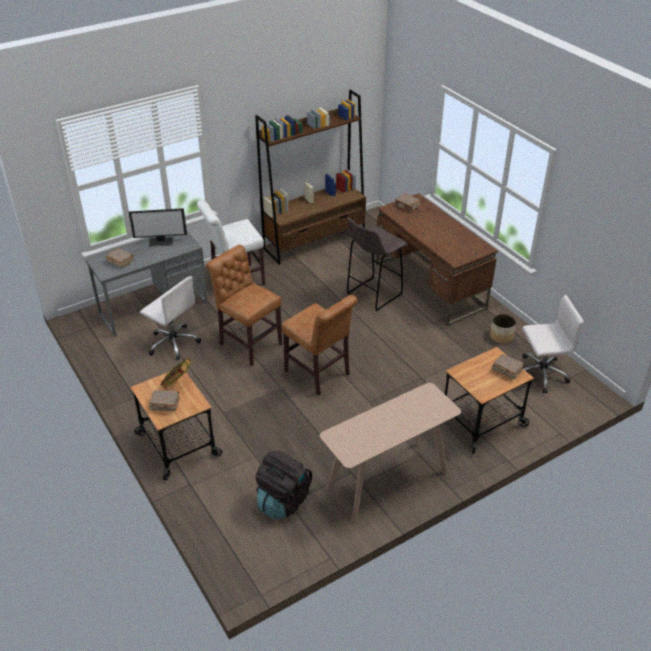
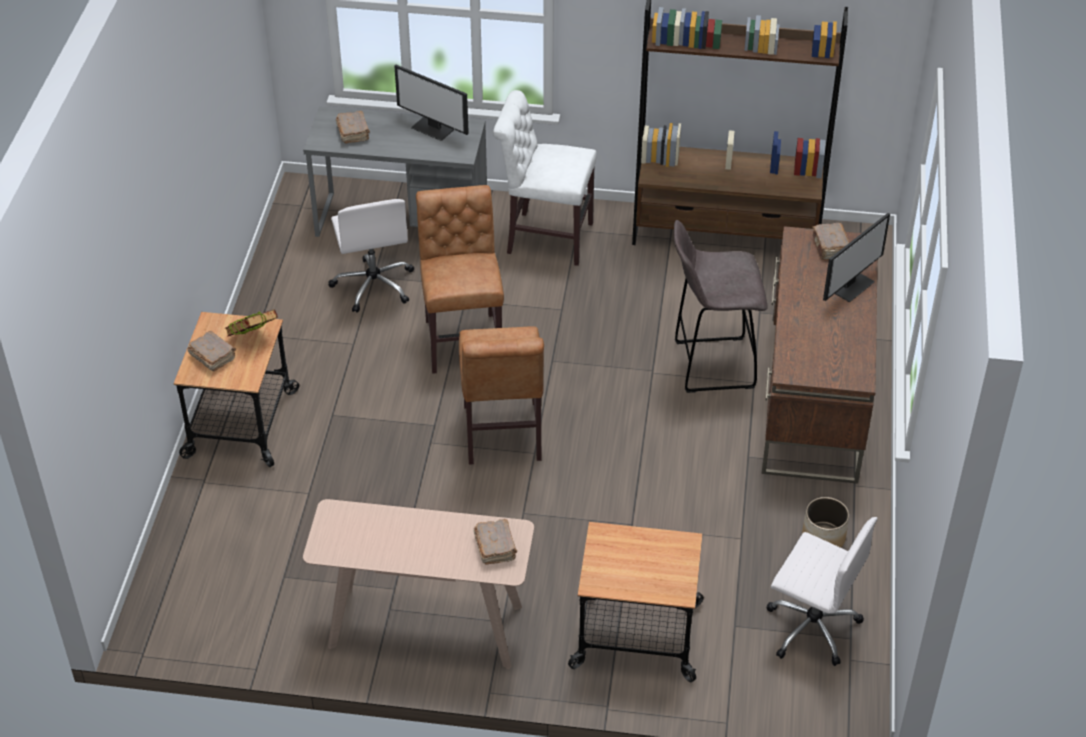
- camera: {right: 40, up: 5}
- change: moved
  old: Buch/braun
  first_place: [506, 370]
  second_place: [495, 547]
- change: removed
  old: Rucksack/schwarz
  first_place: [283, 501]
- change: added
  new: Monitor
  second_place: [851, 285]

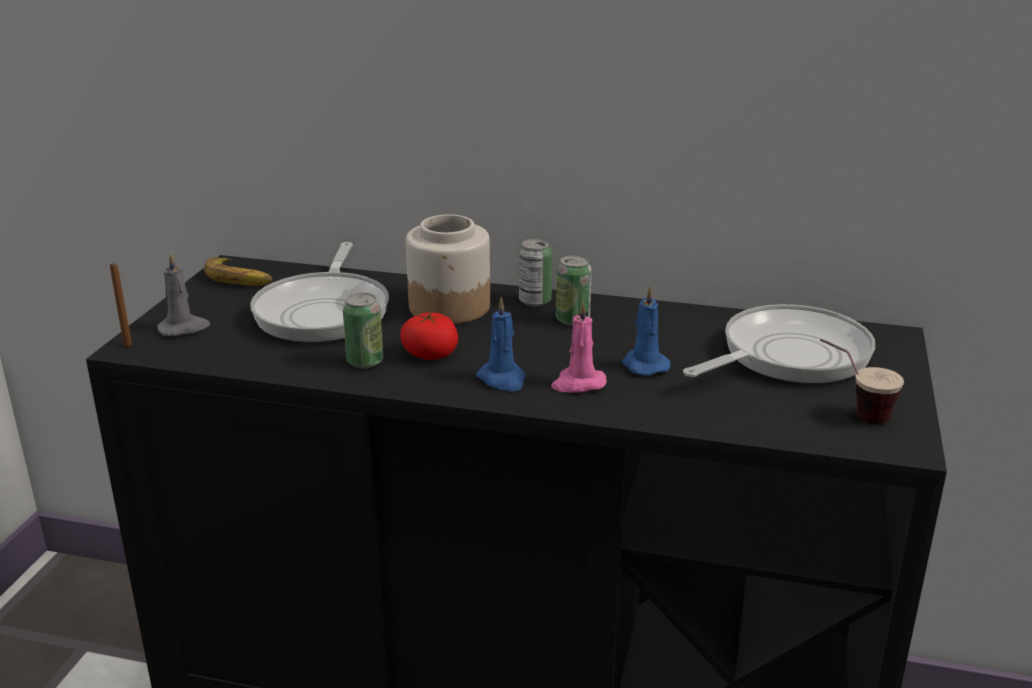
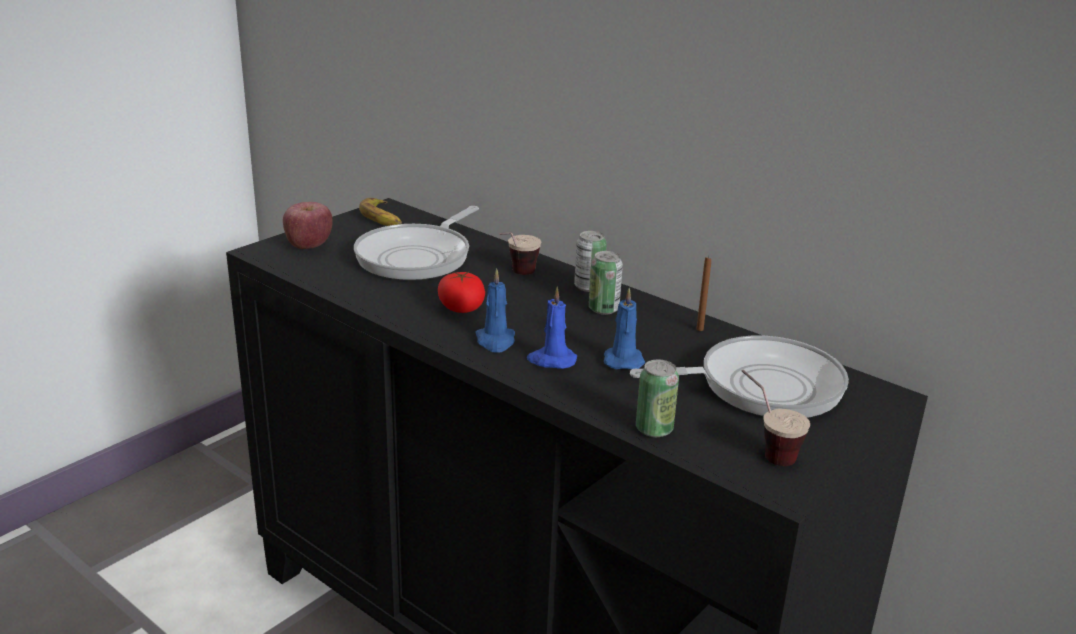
- camera: {right: 25, up: 0}
- change: replaced
  old: Vorratsglas
  new: Tasse
  first_place: [450, 307]
  second_place: [516, 275]
- change: replaced
  old: Kerze/grau
  new: Apfel
  first_place: [184, 328]
  second_place: [309, 246]
- change: moved
  old: Kerze/braun
  first_place: [127, 344]
  second_place: [699, 329]
- change: moved
  old: Dose
  first_place: [365, 362]
  second_place: [654, 429]
- change: recoloured
  old: Kerze/rosa
  new: Kerze/blau
  first_place: [578, 384]
  second_place: [551, 360]

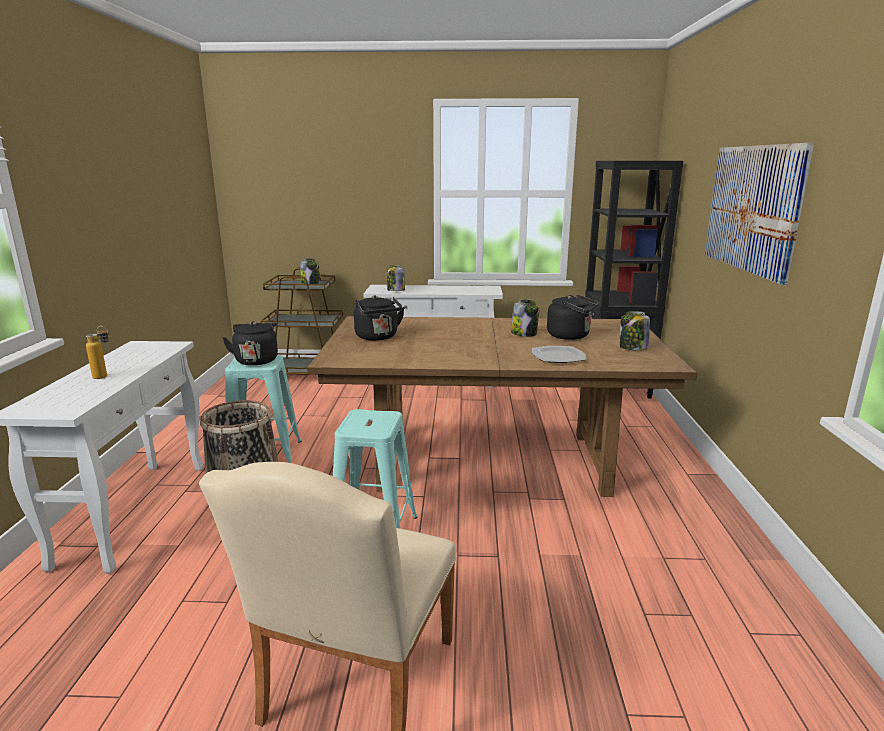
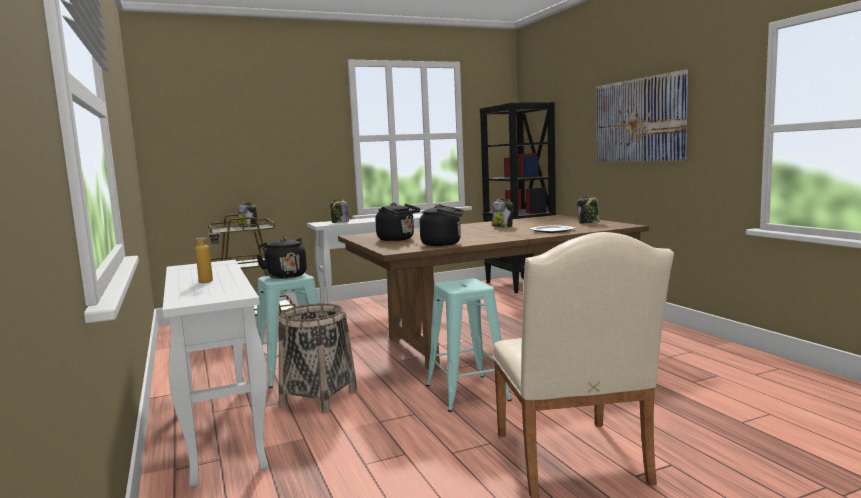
- camera: {right: -25, up: -10}
- change: moved
  old: Wasserkessel/schwarz
  first_place: [571, 336]
  second_place: [444, 244]

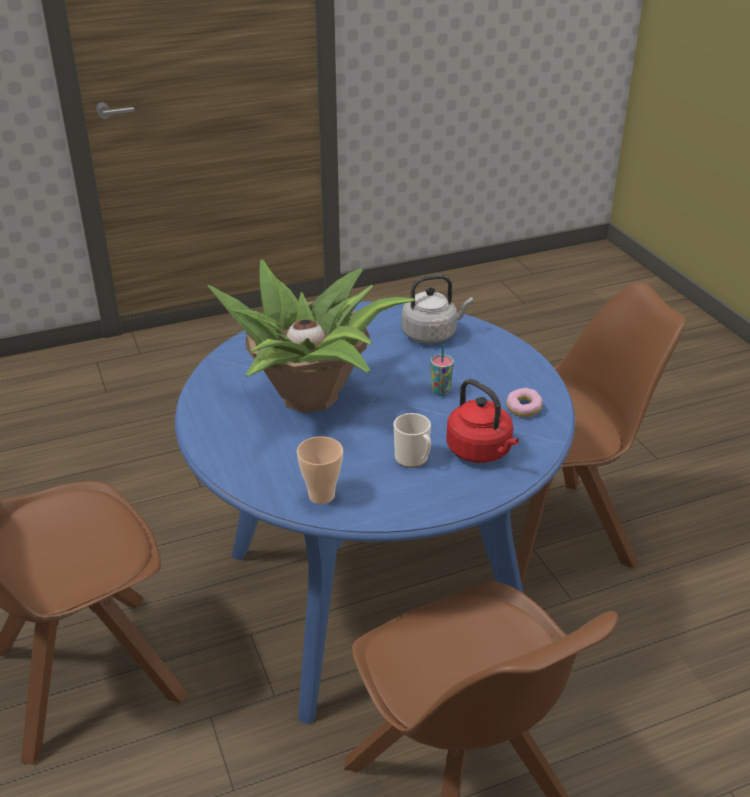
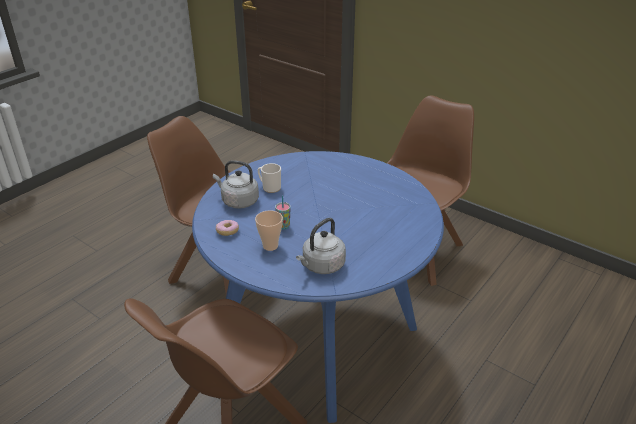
- camera: {right: 150, up: 0}
- change: removed
  old: Topfpflanze
  first_place: [311, 398]
- change: recoloured
  old: Wasserkessel/rot
  new: Wasserkessel/grau
  first_place: [481, 452]
  second_place: [238, 201]
- change: moved
  old: Tasse
  first_place: [321, 495]
  second_place: [270, 246]

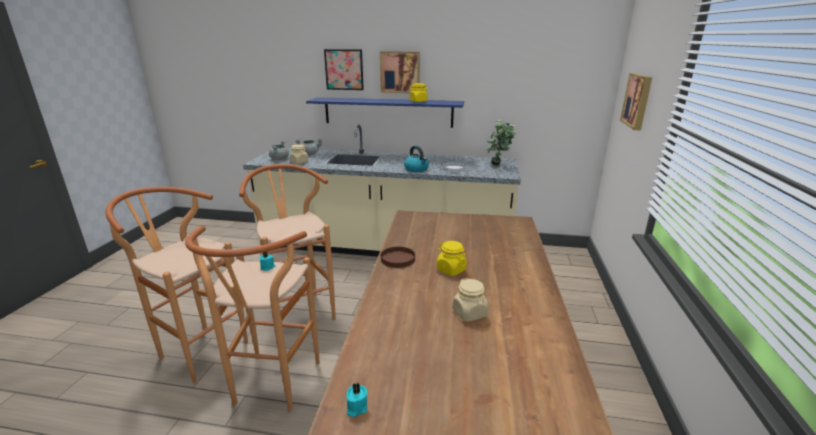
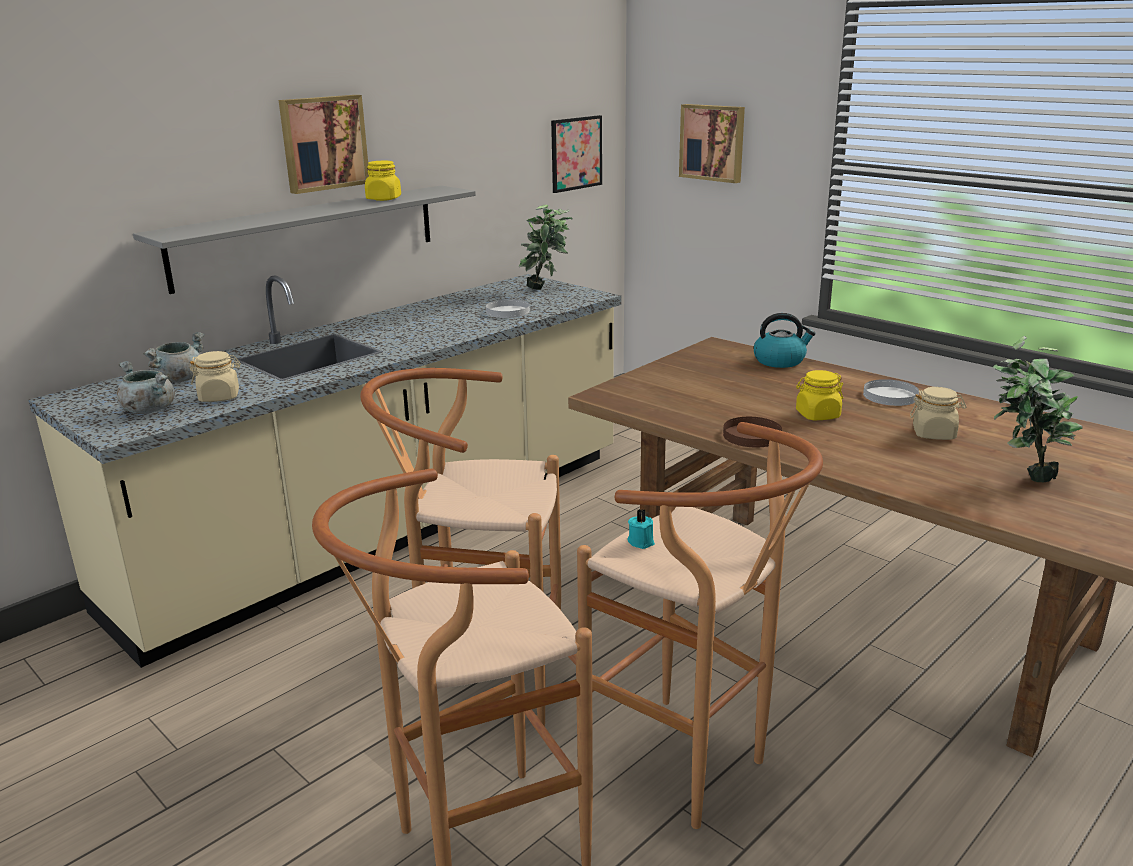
- camera: {right: -55, up: 0}
- change: moved
  old: Bild
  first_place: [344, 69]
  second_place: [576, 153]
- change: recoloured
  old: Wandregal/blau
  new: Wandregal/grau
  first_place: [388, 112]
  second_place: [308, 236]
- change: moved
  old: Wasserkessel
  first_place: [416, 169]
  second_place: [780, 361]
- change: removed
  old: Kerze/türkis
  first_place: [356, 408]
- change: added
  new: Topfpflanze
  second_place: [1022, 476]
- change: added
  new: Teller/weiß
  second_place: [890, 396]

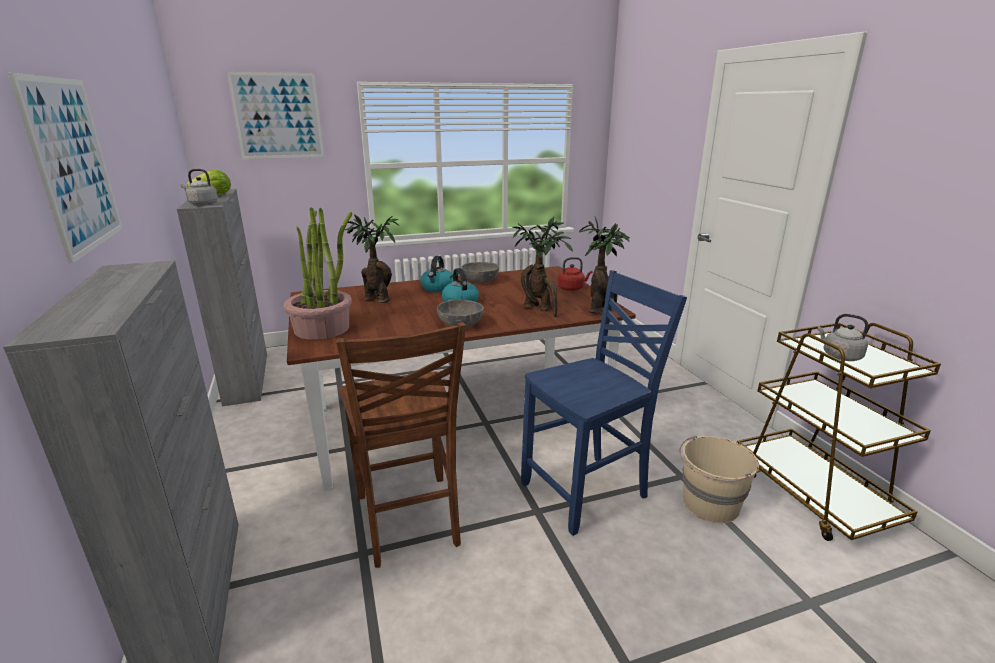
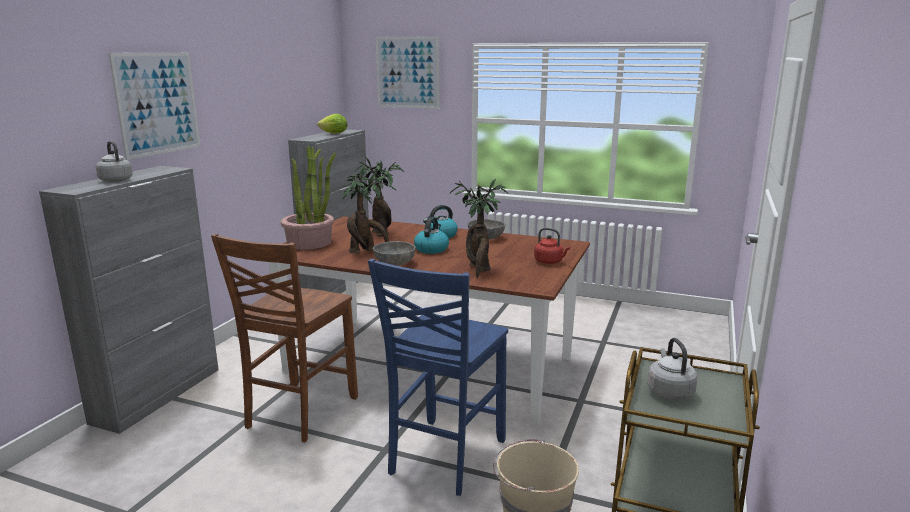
- camera: {right: 40, up: -5}
- change: moved
  old: Wasserkessel/grau
  first_place: [202, 204]
  second_place: [115, 180]
- change: moved
  old: Topfpflanze
  first_place: [600, 309]
  second_place: [366, 251]
- change: turned
  old: Stuhl/blau
  first_place: [587, 491]
  second_place: [444, 457]
  degrees: 105

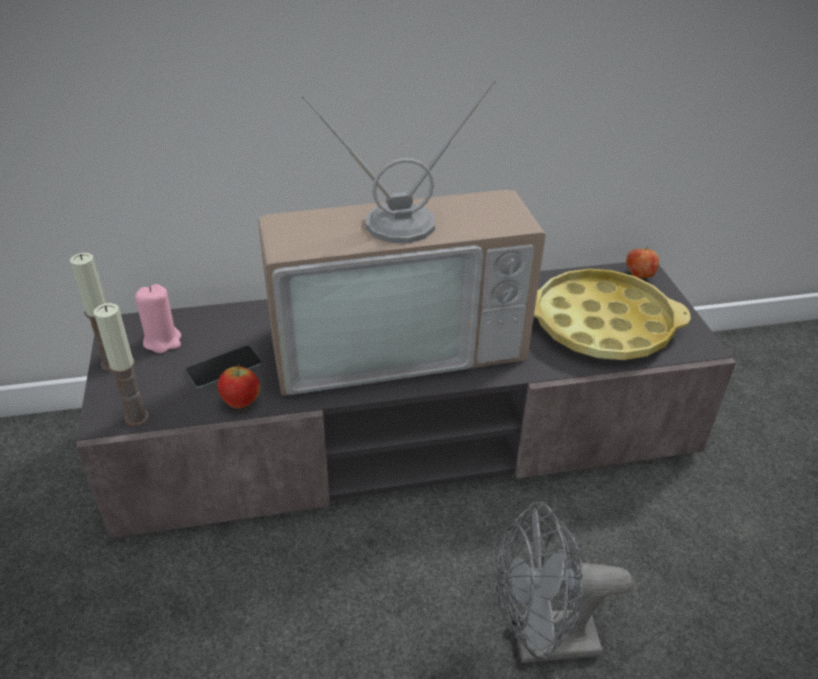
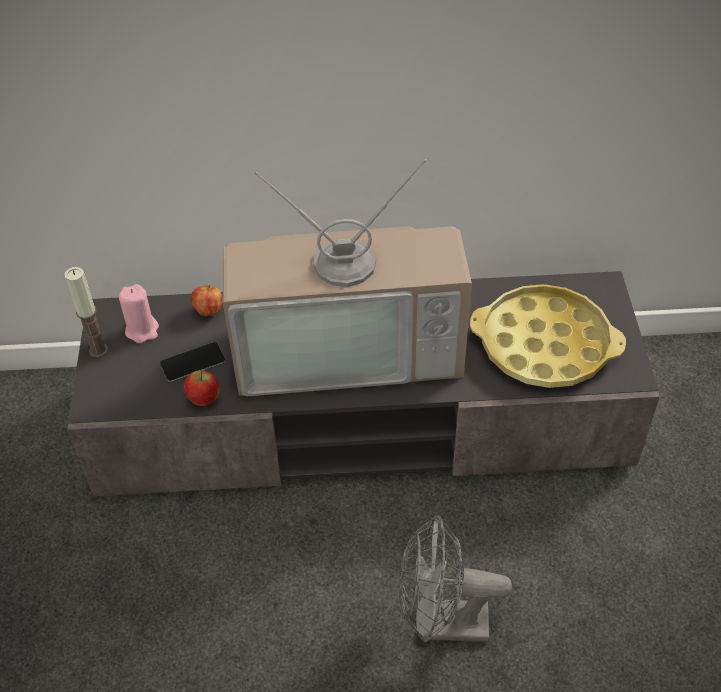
- camera: {right: 10, up: 10}
- change: moved
  old: Apfel
  first_place: [639, 275]
  second_place: [208, 310]
- change: removed
  old: Kerze
  first_place: [137, 417]

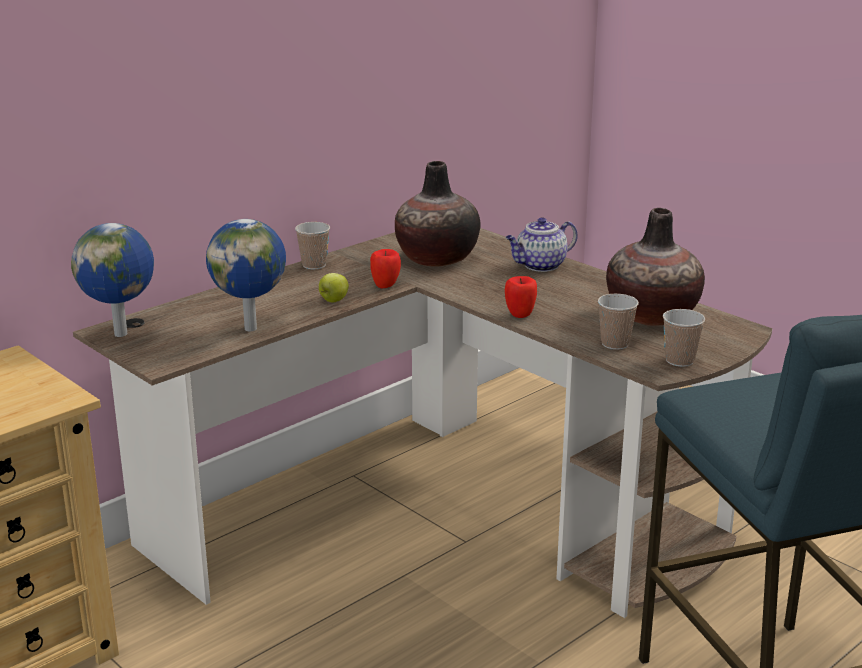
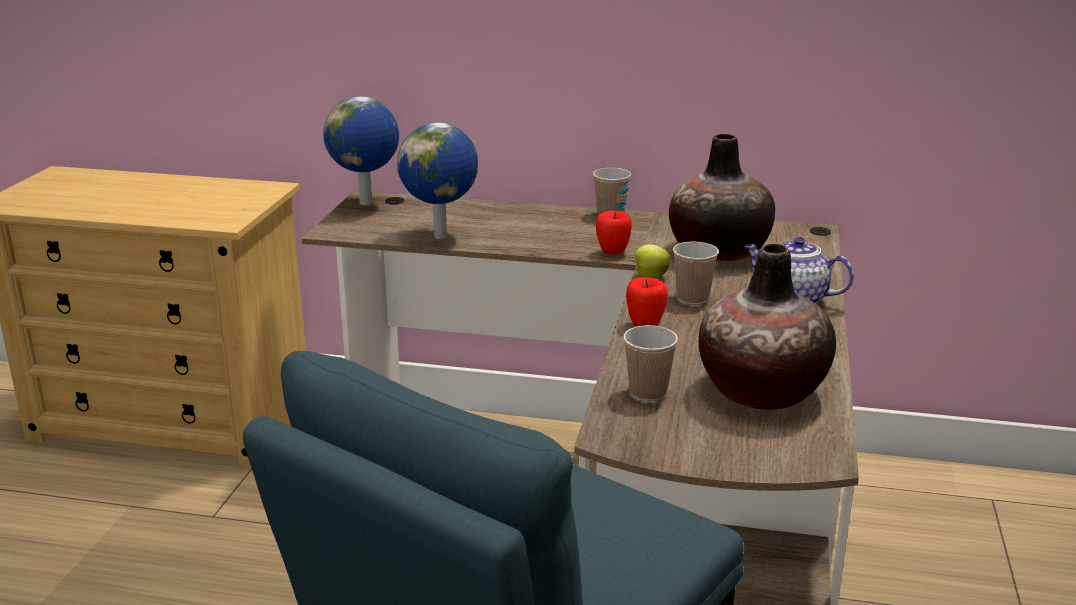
- camera: {right: 55, up: 0}
- change: moved
  old: Apfel
  first_place: [333, 300]
  second_place: [649, 277]
- change: moved
  old: Tasse
  first_place: [679, 360]
  second_place: [692, 298]

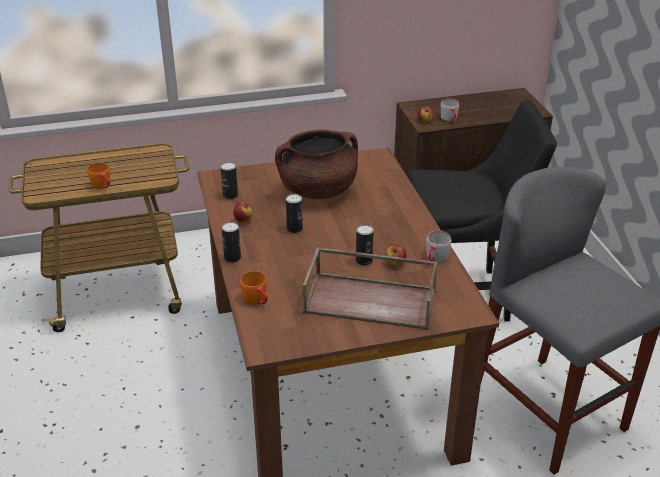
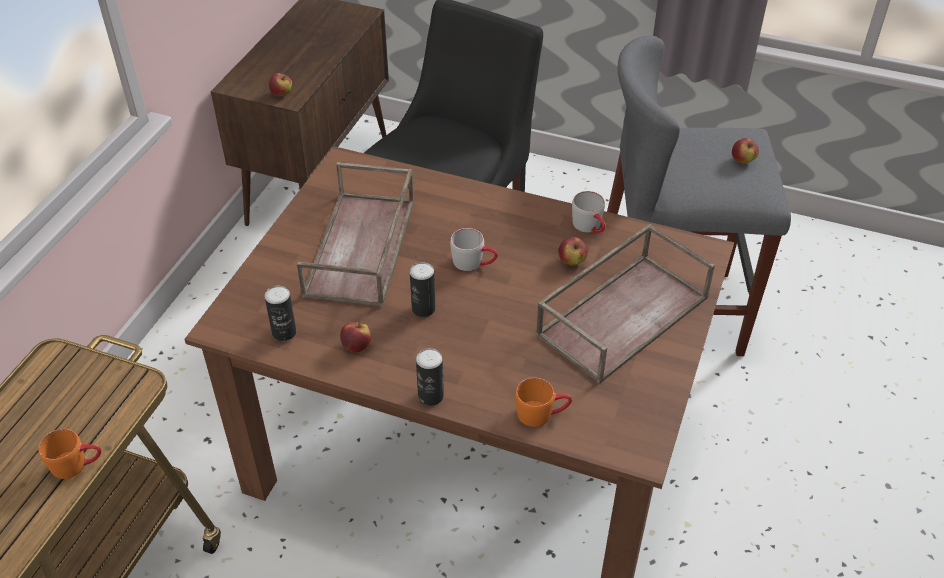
- camera: {right: -55, up: 10}
- change: moved
  old: Henkelbecher/grau
  first_place: [450, 119]
  second_place: [474, 263]
- change: replaced
  old: Kochtopf/braun
  new: Tablett/braun
  first_place: [318, 190]
  second_place: [362, 248]
- change: removed
  old: Dose
  first_place: [364, 260]
- change: added
  new: Apfel
  second_place: [742, 160]

